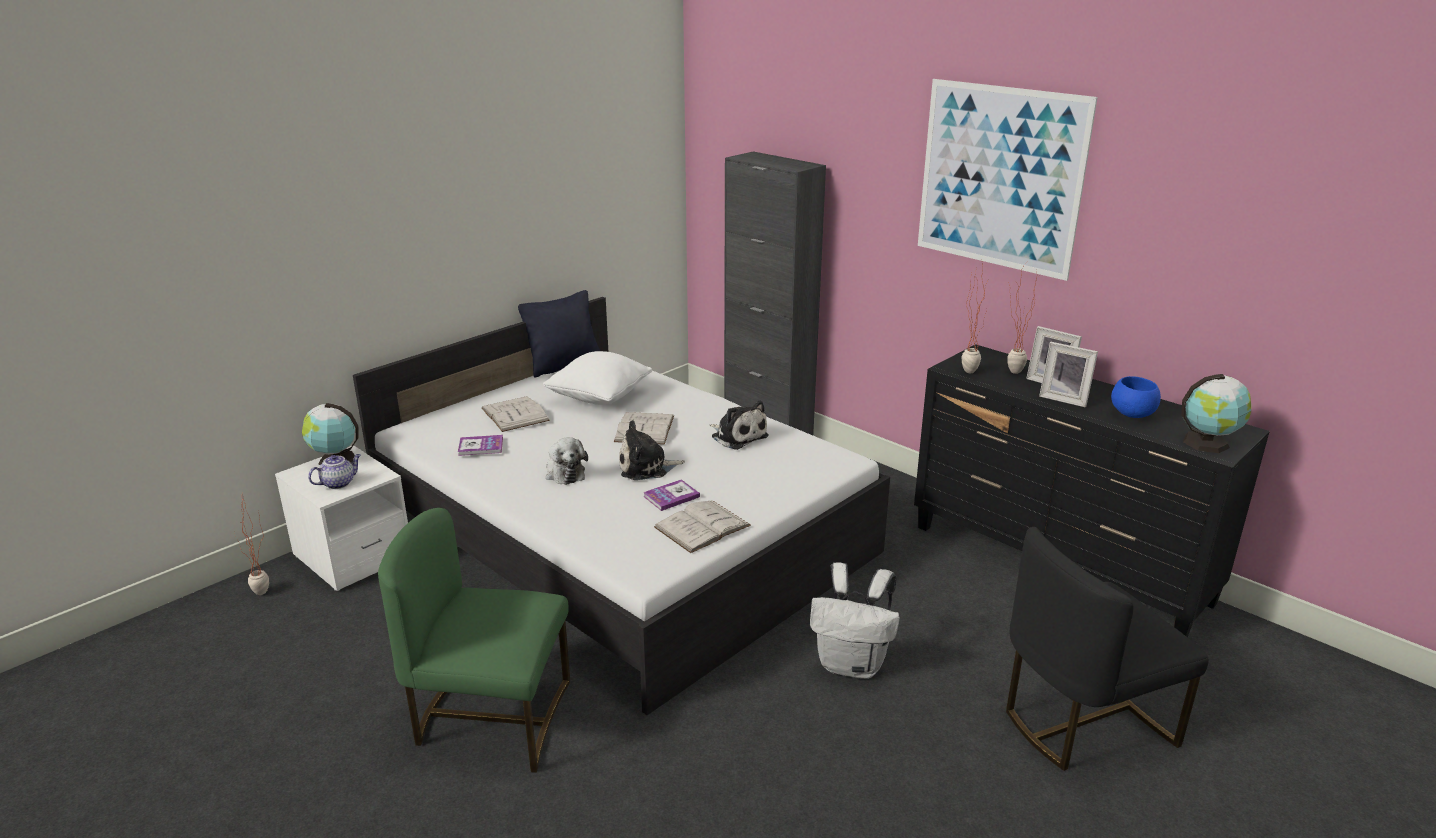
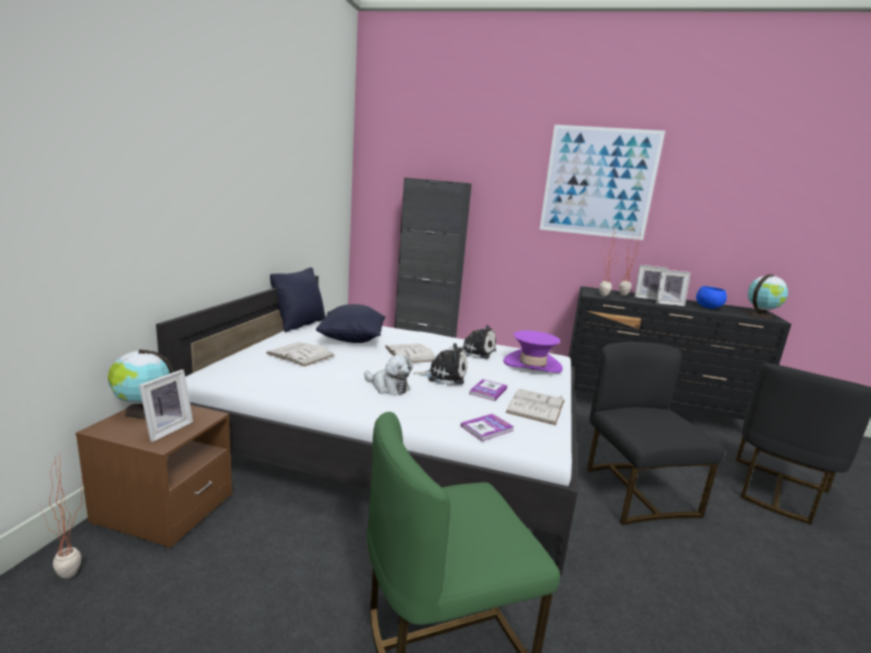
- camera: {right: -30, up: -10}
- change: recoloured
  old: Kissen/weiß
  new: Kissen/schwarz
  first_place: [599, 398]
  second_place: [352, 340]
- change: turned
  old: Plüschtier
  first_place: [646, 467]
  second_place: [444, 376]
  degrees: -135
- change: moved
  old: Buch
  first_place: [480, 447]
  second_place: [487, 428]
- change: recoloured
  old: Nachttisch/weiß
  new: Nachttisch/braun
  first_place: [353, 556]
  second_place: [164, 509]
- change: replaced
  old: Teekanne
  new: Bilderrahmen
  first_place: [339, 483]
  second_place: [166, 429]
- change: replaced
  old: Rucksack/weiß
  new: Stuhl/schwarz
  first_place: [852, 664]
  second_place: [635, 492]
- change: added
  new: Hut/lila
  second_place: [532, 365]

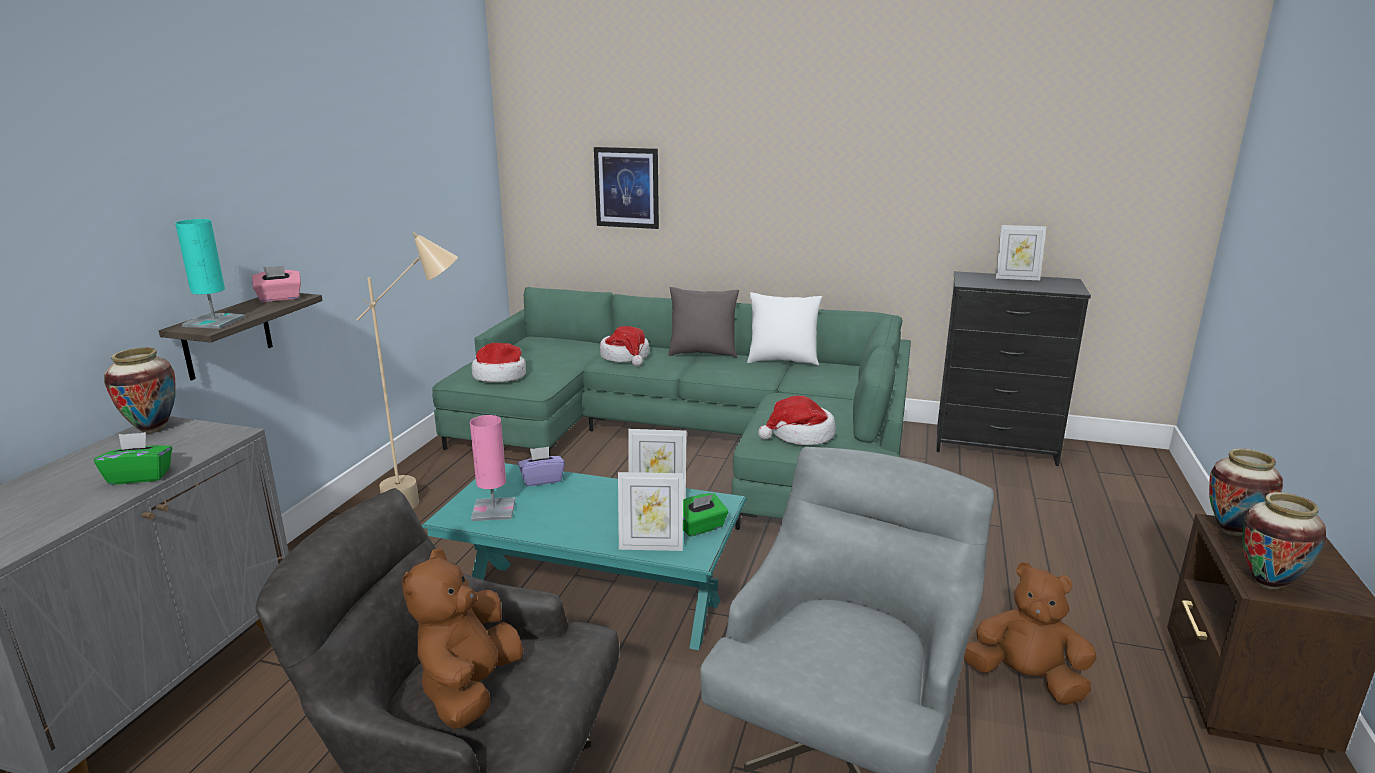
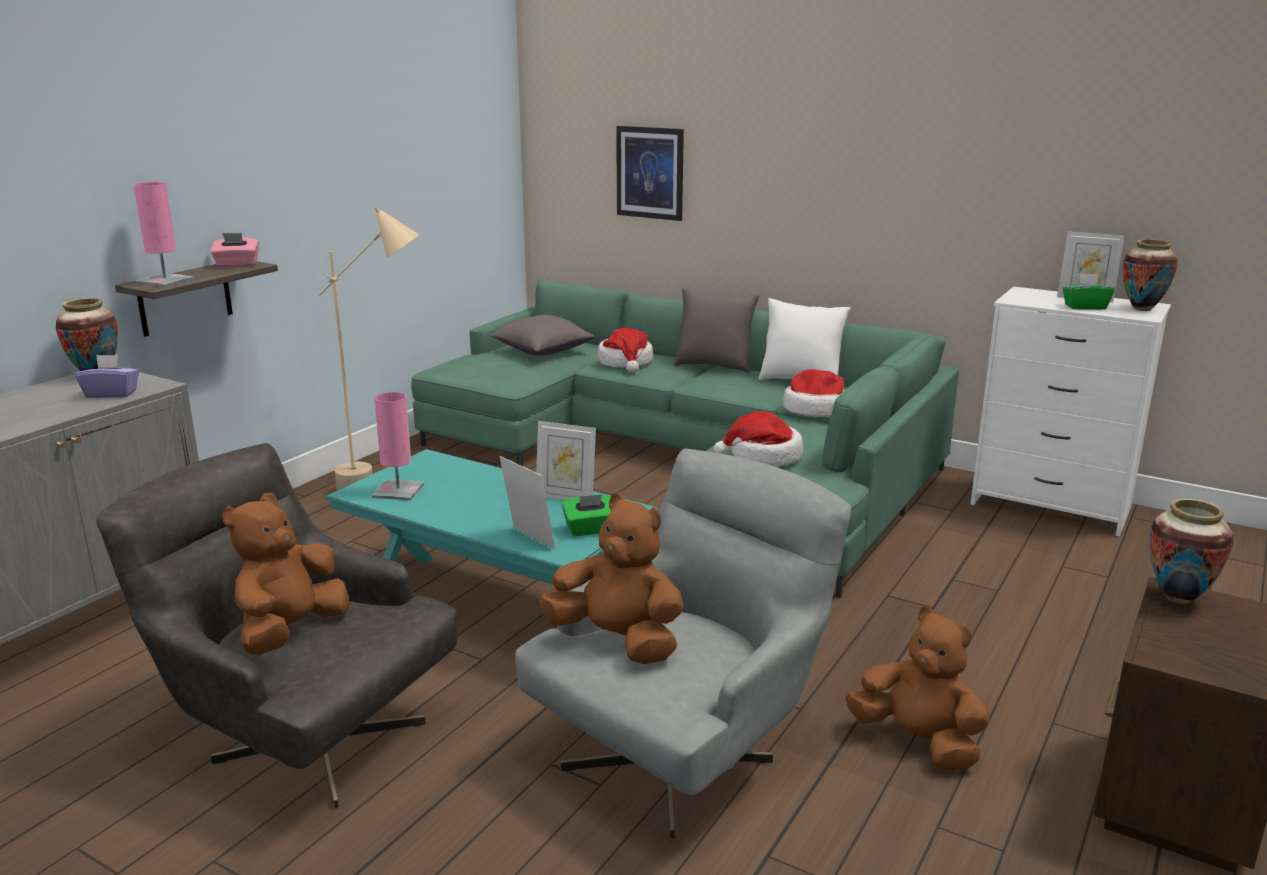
- camera: {right: 15, up: 0}
- change: recoloured
  old: Tischlampe/türkis
  new: Tischlampe/rosa
  first_place: [214, 322]
  second_place: [165, 281]
- change: recoloured
  old: Kommode/schwarz
  new: Kommode/weiß
  first_place: [994, 446]
  second_place: [1050, 506]
- change: moved
  old: Hut
  first_place: [500, 376]
  second_place: [815, 410]
- change: moved
  old: Taschentuchbox/grün
  first_place: [140, 476]
  second_place: [1085, 307]
- change: moved
  old: Taschentuchbox/lila
  first_place: [542, 480]
  second_place: [111, 394]
- change: turned
  old: Bilderrahmen
  first_place: [651, 546]
  second_place: [528, 540]
  degrees: -150
- change: moved
  old: Vase
  first_place: [1267, 584]
  second_place: [1142, 309]
- change: added
  new: Kissen/grau
  second_place: [542, 352]
- change: added
  new: Plüschtier/braun
  second_place: [617, 641]

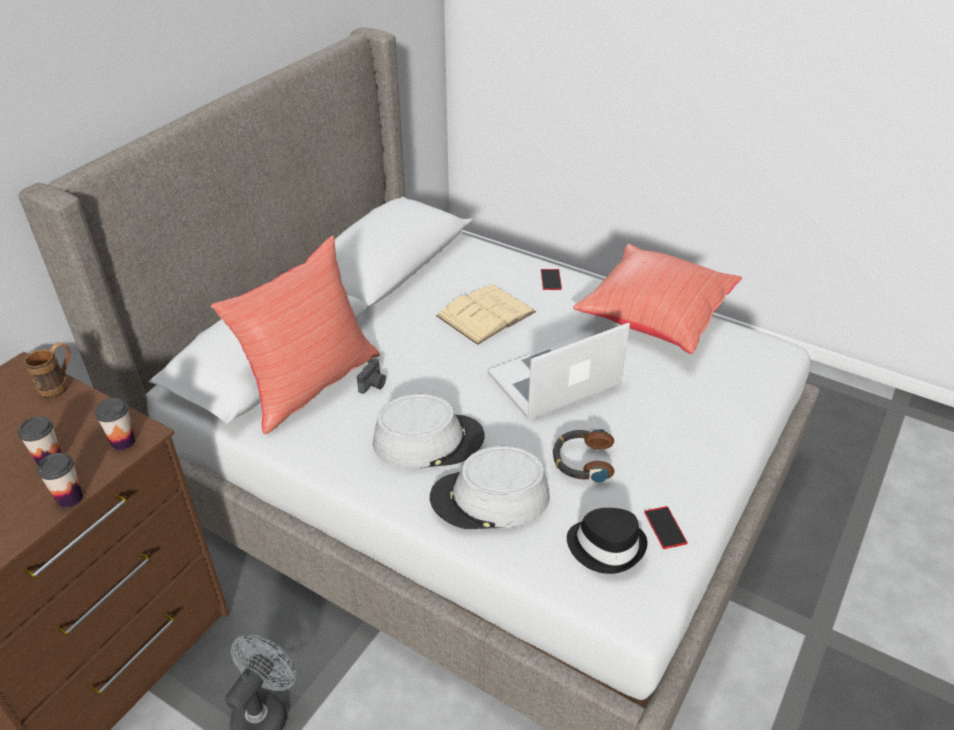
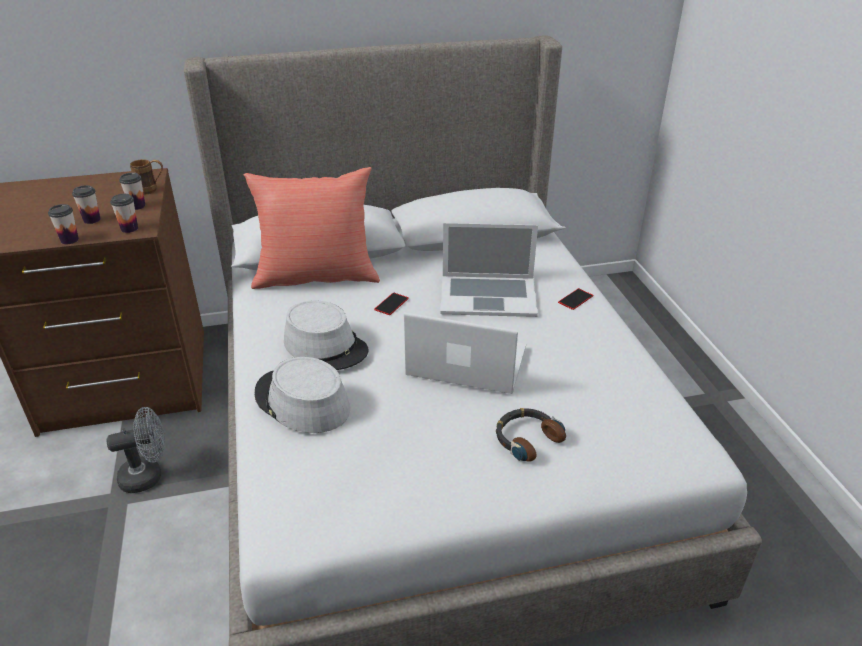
- camera: {right: 45, up: -5}
- change: removed
  old: Kissen/rot
  first_place: [654, 316]
- change: replaced
  old: Buch/beige
  new: Laptop
  first_place: [486, 314]
  second_place: [488, 295]
- change: removed
  old: Kamera
  first_place: [373, 385]
- change: moved
  old: Kopfhörer
  first_place: [582, 461]
  second_place: [526, 438]
- change: moved
  old: Handy
  first_place: [665, 527]
  second_place: [391, 304]
- change: removed
  old: Hut/schwarz
  first_place: [606, 545]
- change: added
  new: Tasse
  second_place: [137, 206]

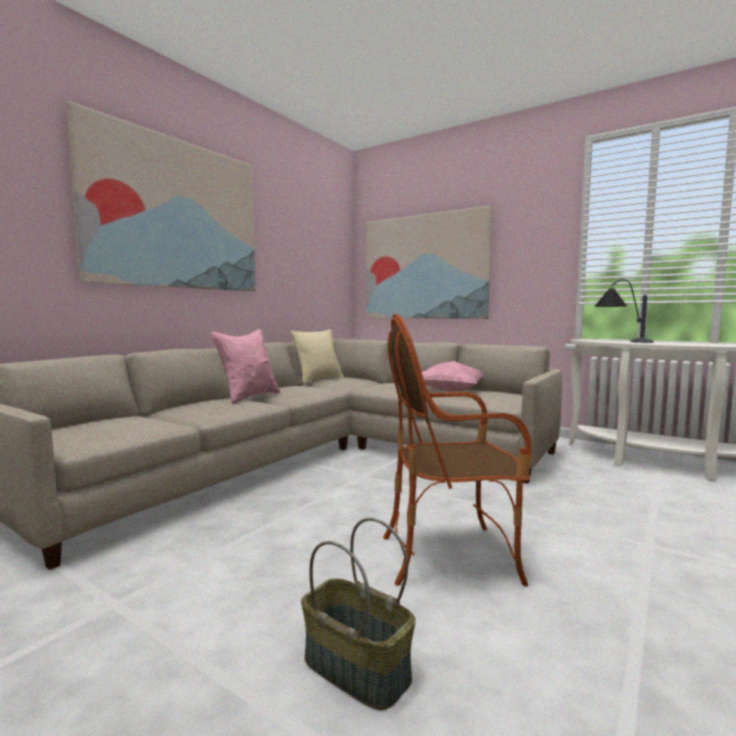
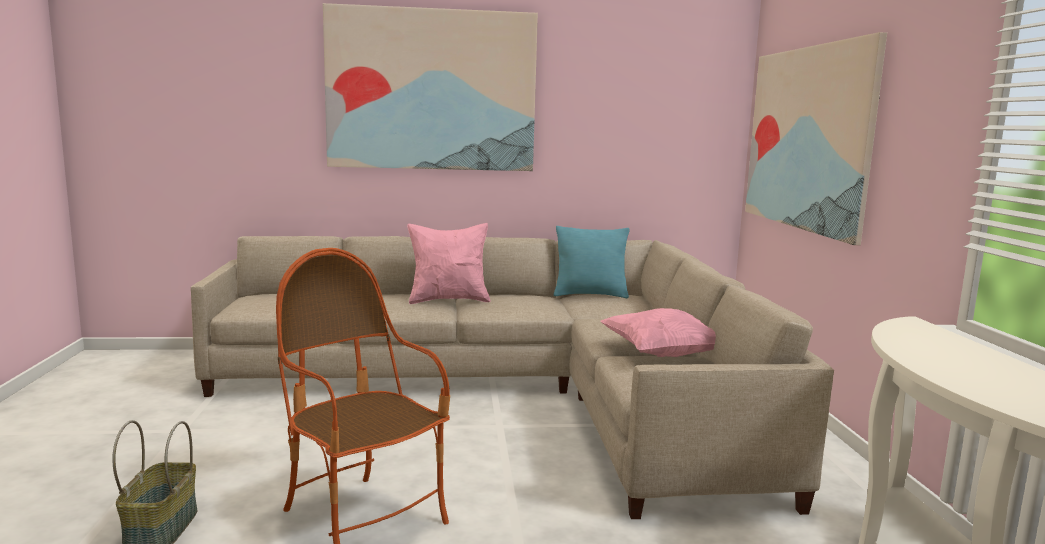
- camera: {right: 50, up: 5}
- change: removed
  old: Tischlampe
  first_place: [620, 342]
- change: recoloured
  old: Kissen/beige
  new: Kissen/türkis
  first_place: [319, 379]
  second_place: [590, 295]

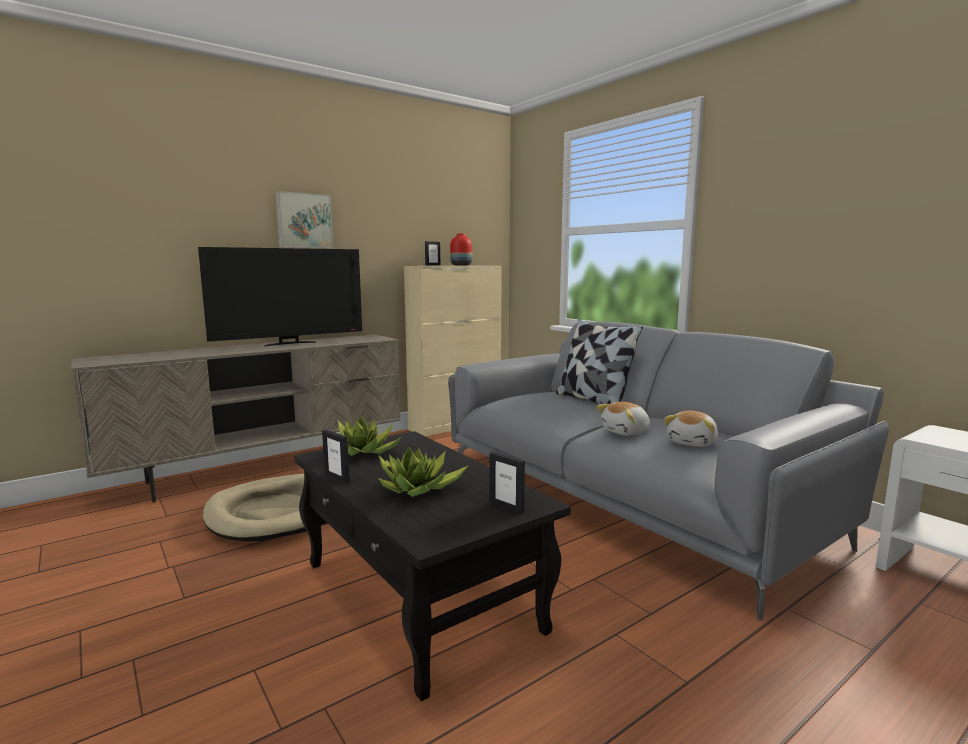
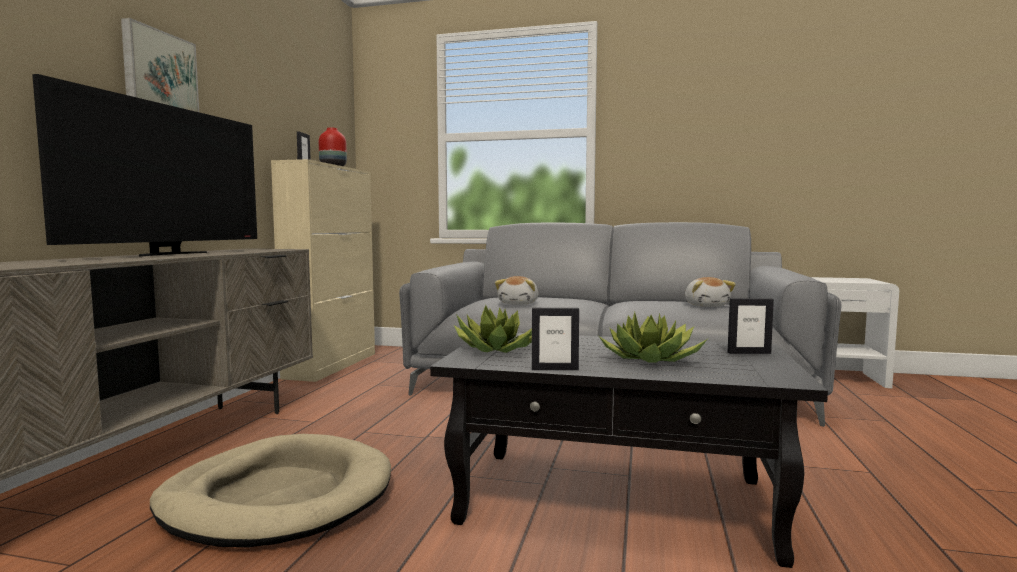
- camera: {right: -40, up: -5}
- change: removed
  old: Kissen
  first_place: [593, 400]
- change: moved
  old: Plüschtier
  first_place: [626, 432]
  second_place: [519, 304]

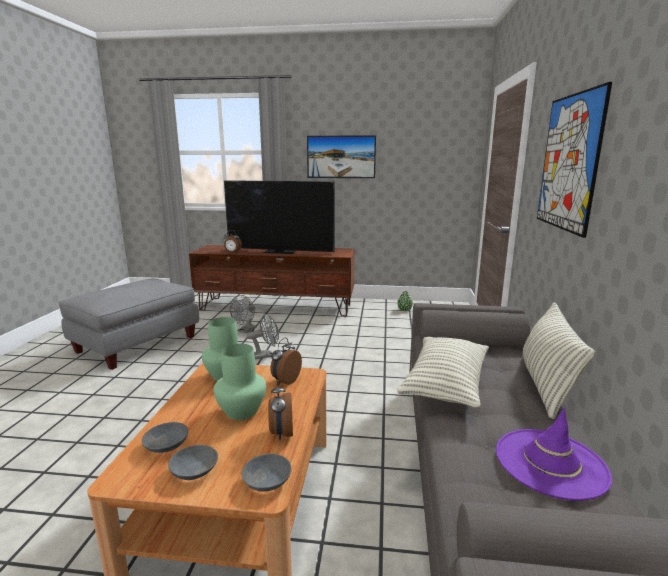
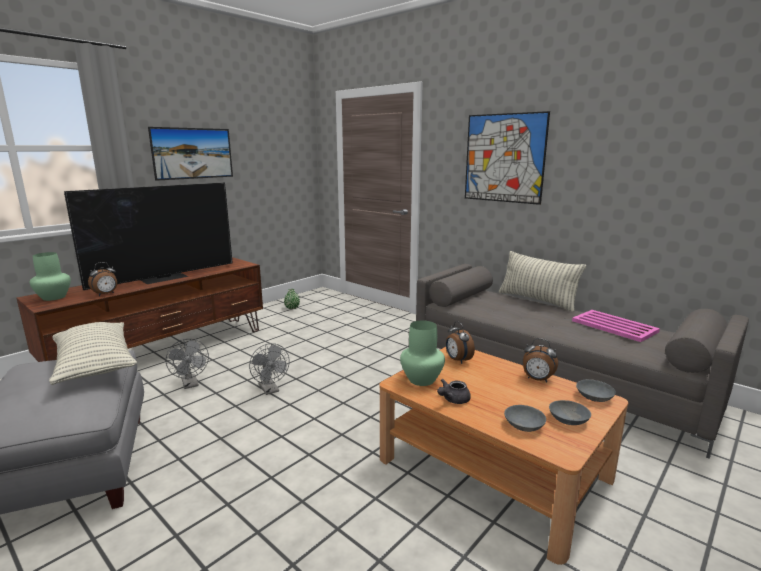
- camera: {right: -55, up: 0}
- change: turned
  old: Ventilator/grau
  first_place: [266, 355]
  second_place: [270, 390]
  degrees: 135
- change: moved
  old: Kissen
  first_place: [445, 384]
  second_place: [95, 365]
- change: moved
  old: Vase/grün
  first_place: [241, 411]
  second_place: [53, 297]
- change: replaced
  old: Hut/lila
  new: Tablett/rosa
  first_place: [550, 462]
  second_place: [613, 326]
- change: added
  new: Teekanne/grau
  second_place: [453, 400]

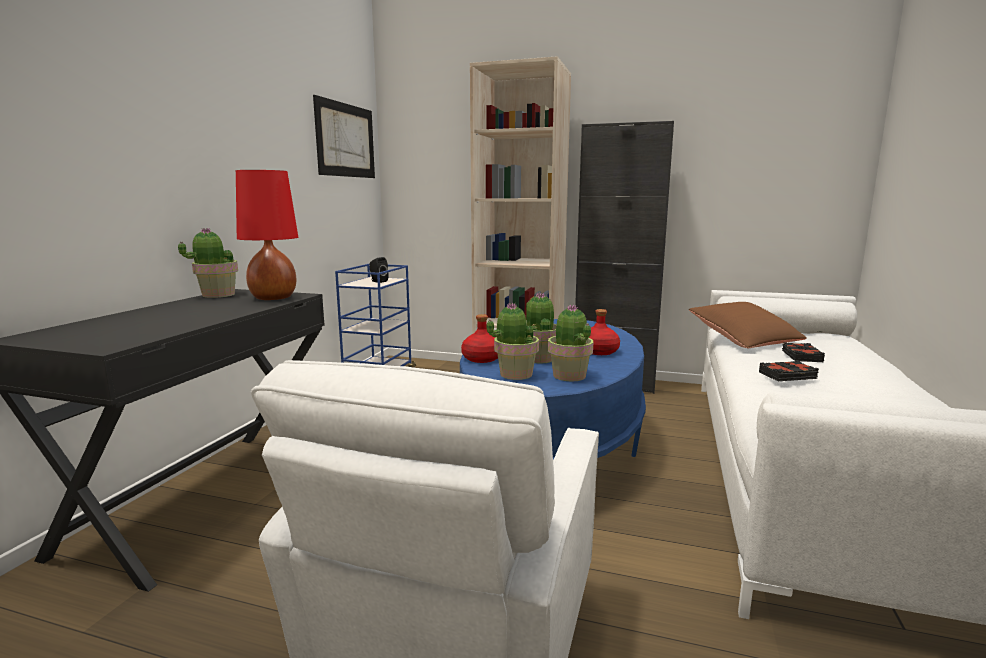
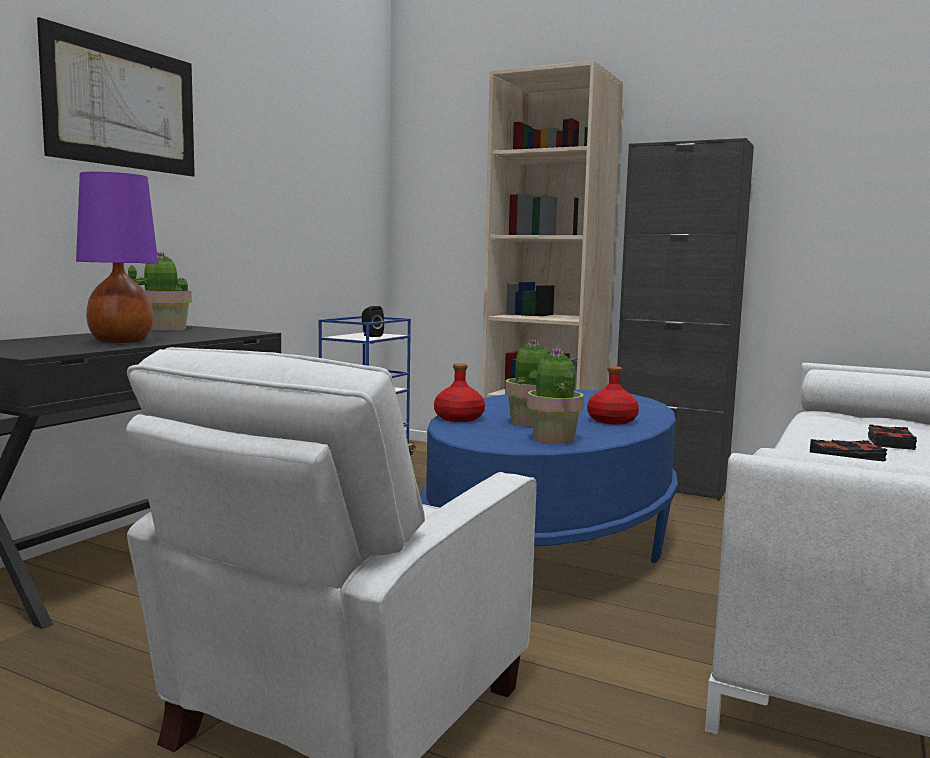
- camera: {right: 10, up: -5}
- change: moved
  old: Bild
  first_place: [346, 140]
  second_place: [123, 105]
- change: removed
  old: Tischlampe/rot
  first_place: [273, 298]
- change: removed
  old: Topfpflanze
  first_place: [515, 374]
- change: removed
  old: Kissen/braun
  first_place: [744, 339]
- change: added
  new: Tischlampe/lila
  second_place: [121, 341]

